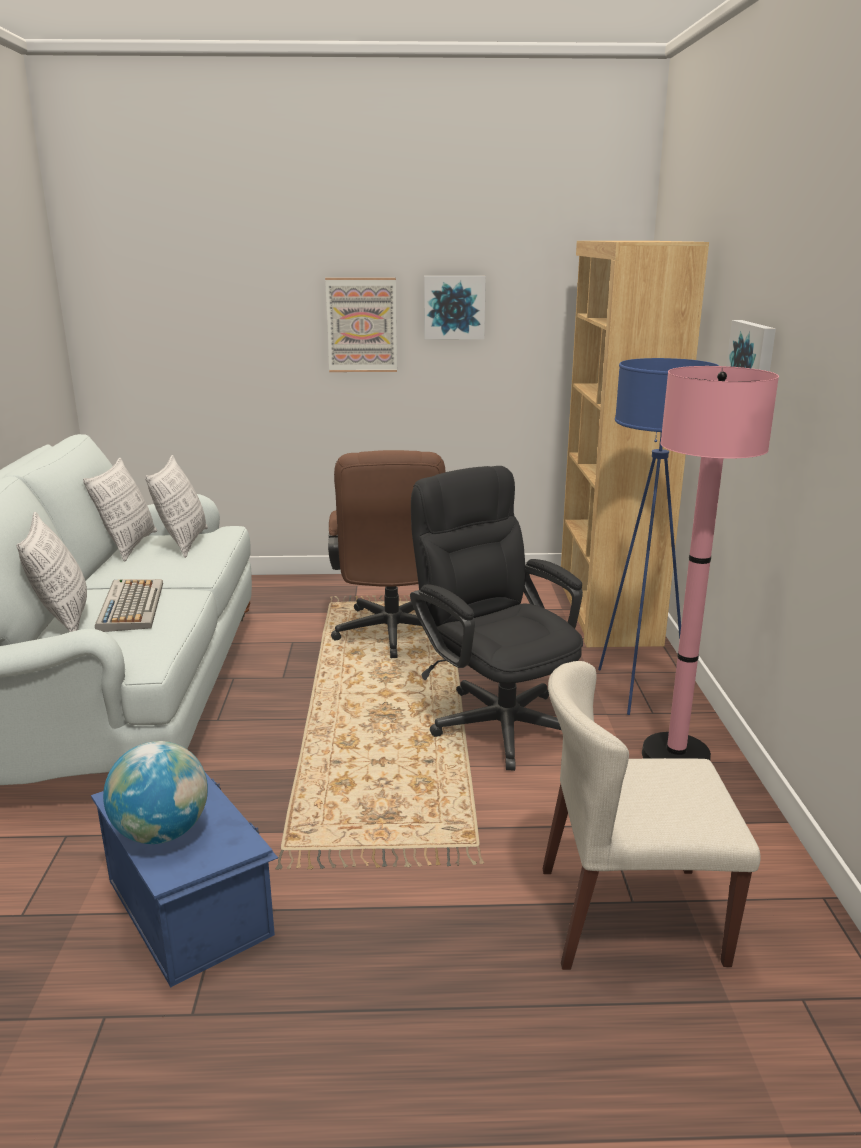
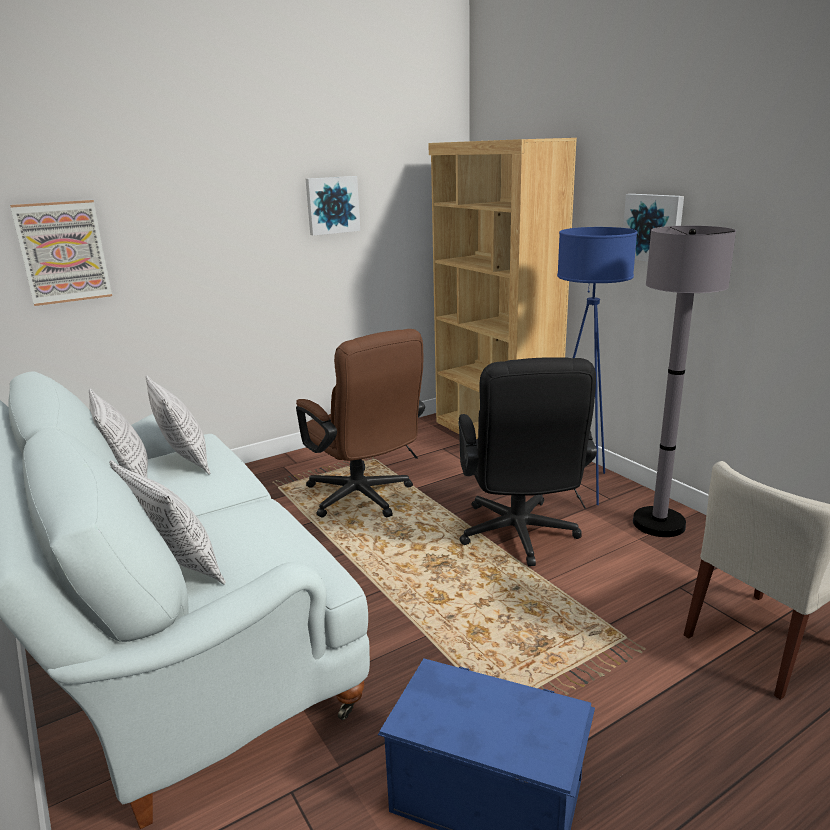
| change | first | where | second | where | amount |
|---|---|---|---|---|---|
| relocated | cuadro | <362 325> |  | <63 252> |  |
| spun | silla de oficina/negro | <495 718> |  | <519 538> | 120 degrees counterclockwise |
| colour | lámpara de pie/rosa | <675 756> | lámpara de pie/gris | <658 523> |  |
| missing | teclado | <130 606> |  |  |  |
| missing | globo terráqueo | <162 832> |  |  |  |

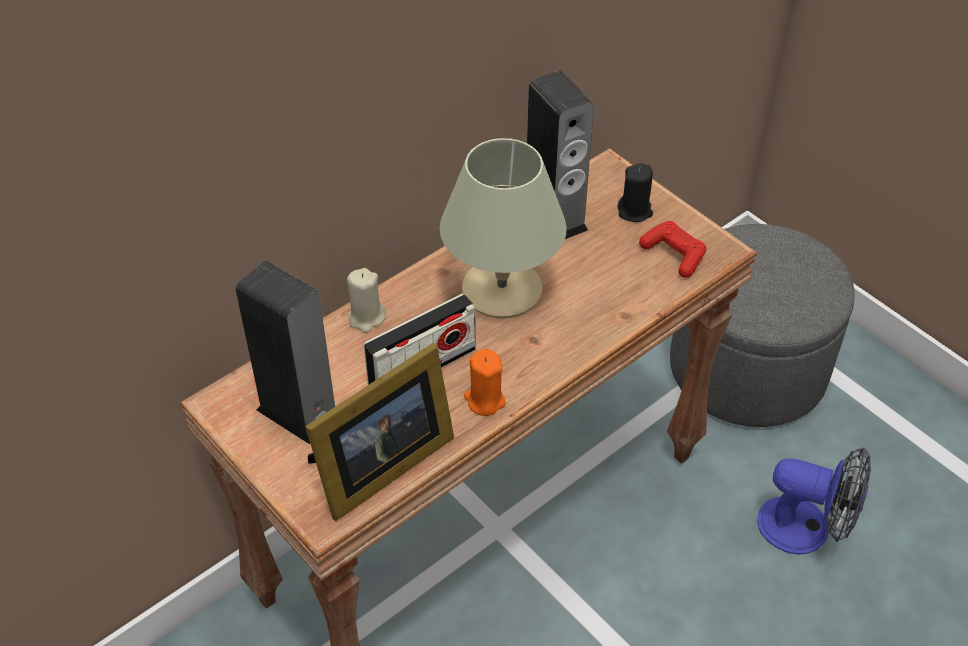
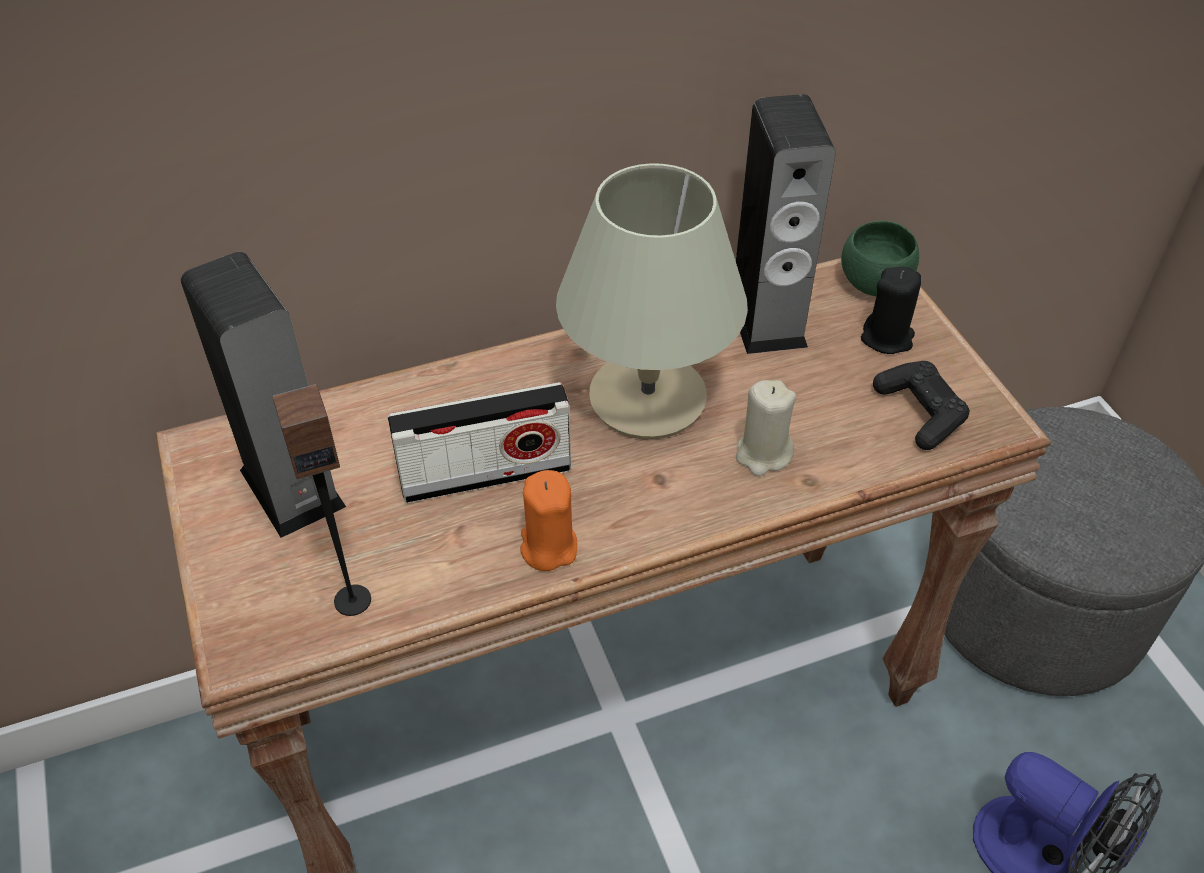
| change | first | where | second | where | amount |
|---|---|---|---|---|---|
| exchanged | portarretratos | <378 467> | altavoz | <352 599> |  |
| relocated | vela/beis | <366 318> |  | <763 454> |  |
| appeared |  |  | cuenco/verde | <874 283> |  |
| colour | mando de consola/rojo | <674 255> | mando de consola/negro | <919 412> |  |

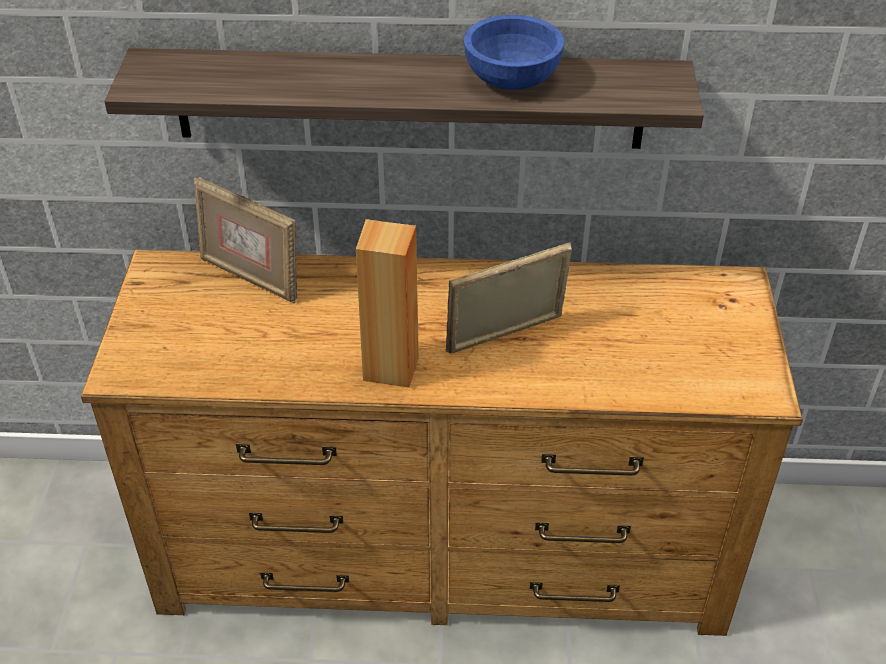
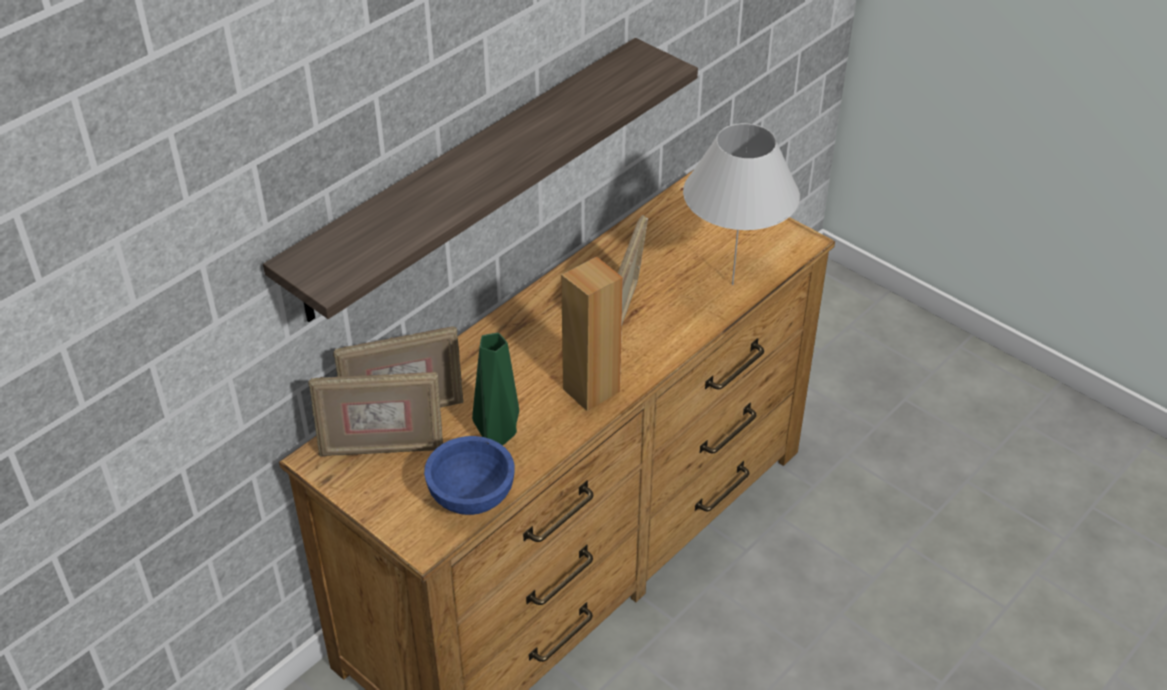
| change | first | where | second | where | amount |
|---|---|---|---|---|---|
| appeared |  |  | portarretratos | <382 448> |  |
| relocated | cuenco/azul | <511 79> |  | <471 495> |  |
| appeared |  |  | florero/verde | <500 435> |  |
| appeared |  |  | lámpara de mesa/blanco | <732 284> |  |

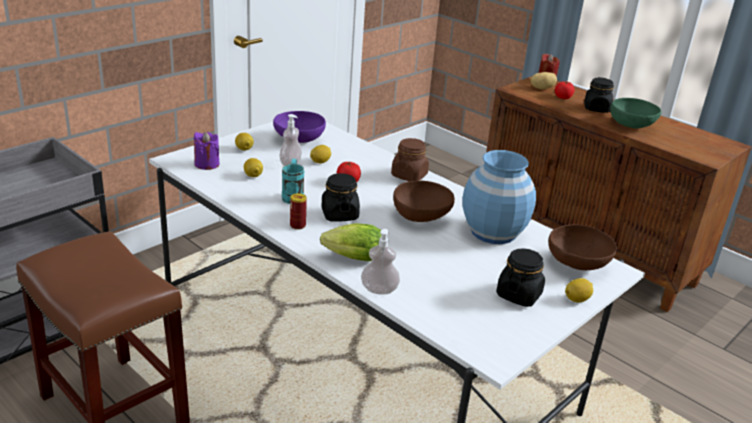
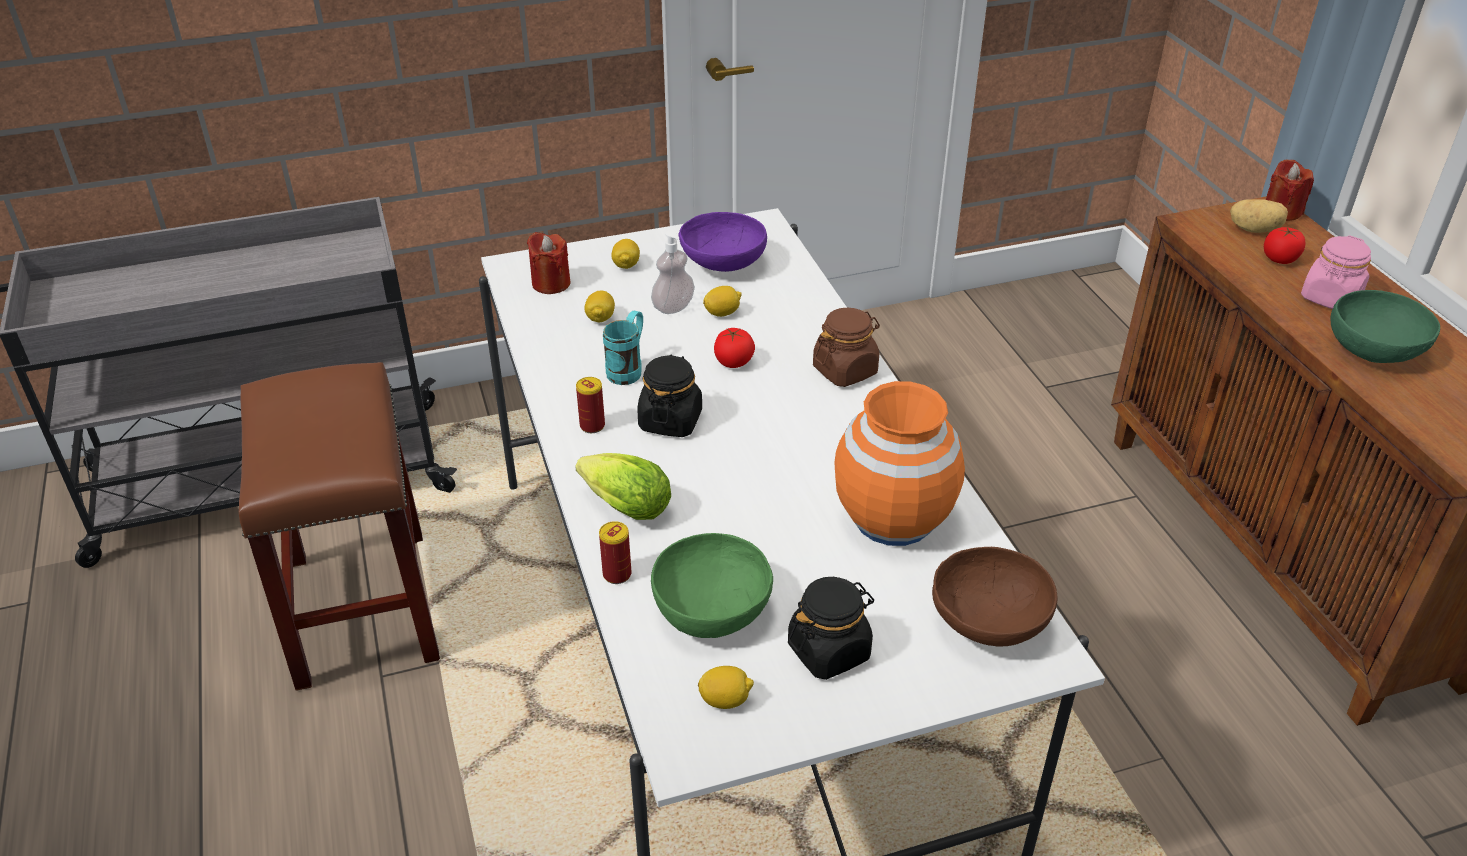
| change | first | where | second | where | amount |
|---|---|---|---|---|---|
| colour | vela/morado | <207 164> | vela/rojo | <551 283> |  |
| exchanged | dispensador de jabón | <379 290> | lata | <617 574> |  |
| appeared |  |  | cuenco/verde | <712 609> |  |
| relocated | limón | <577 299> |  | <725 700> |  |
| colour | florero/azul | <493 232> | florero/naranja | <894 518> |  |
| colour | tarro/negro | <596 109> | tarro/rosa | <1330 298> |  |
| missing | cuenco/marrón | <422 217> |  |  |  |

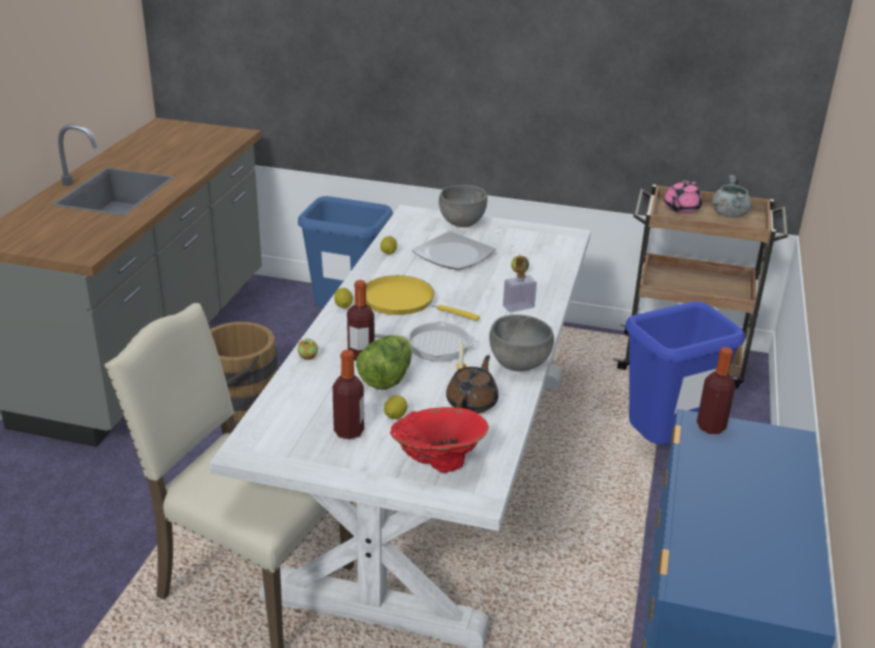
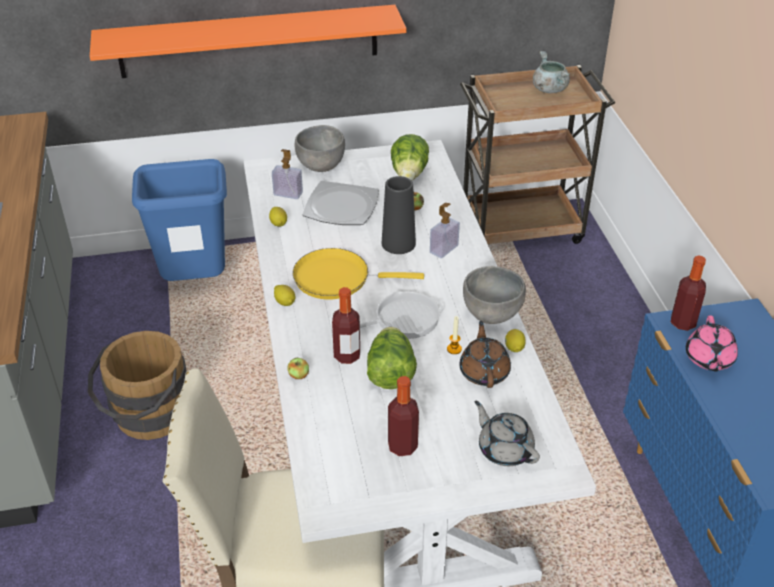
| change | first | where | second | where | amount |
|---|---|---|---|---|---|
| appeared |  |  | estante/naranja | <249 41> |  |
| appeared |  |  | dispensador de jabón | <288 193> |  |
| appeared |  |  | florero/negro | <398 243> |  |
| appeared |  |  | lechuga | <409 174> |  |
| exchanged | florero/rojo | <438 463> | tetera/gris | <504 449> |  |
| relocated | limón | <395 416> |  | <514 348> |  |
| relocated | tetera/rosa | <681 209> |  | <708 359> |  |
| missing | papelera/azul | <663 446> |  |  |  |

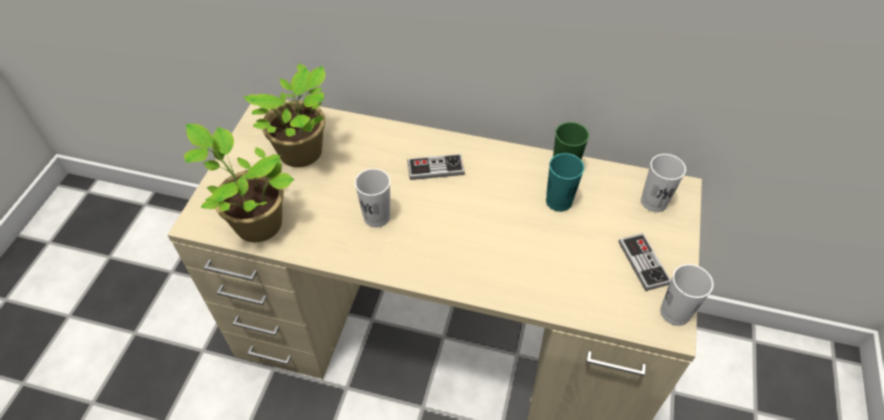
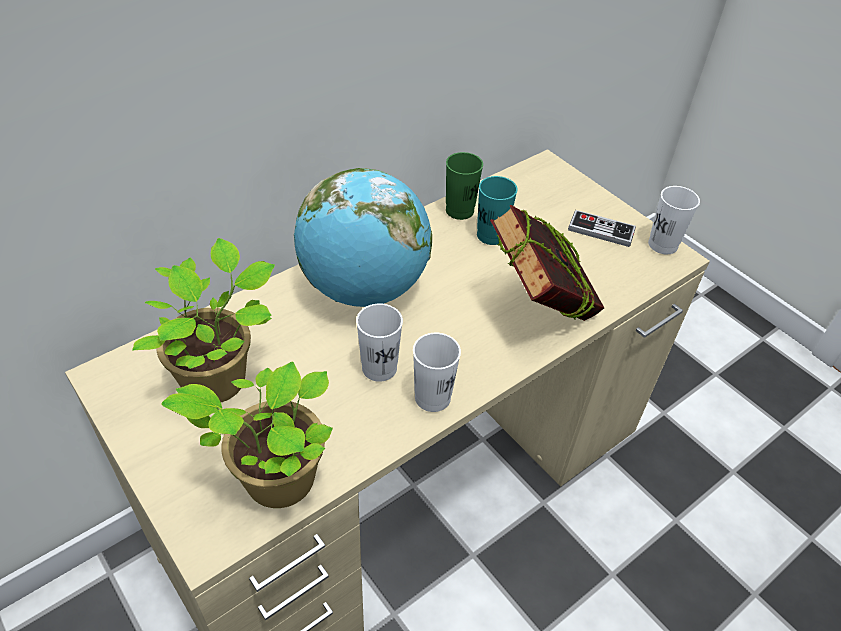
| change | first | where | second | where | amount |
|---|---|---|---|---|---|
| exchanged | mando de consola | <435 168> | globo terráqueo | <364 288> |  |
| relocated | taza/blanco | <654 202> |  | <432 397> |  |
| appeared |  |  | libro | <539 309> |  |

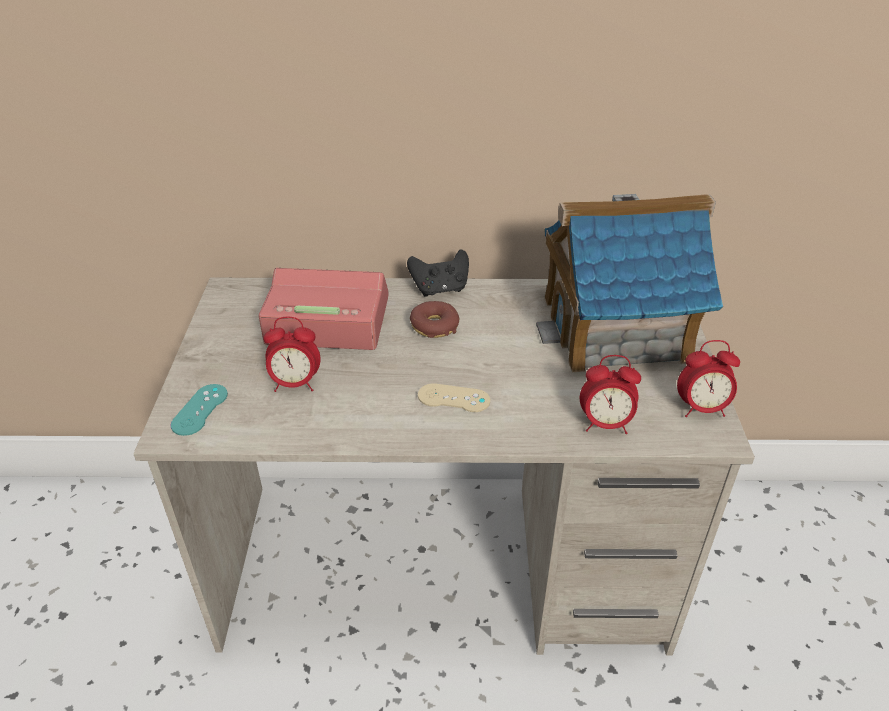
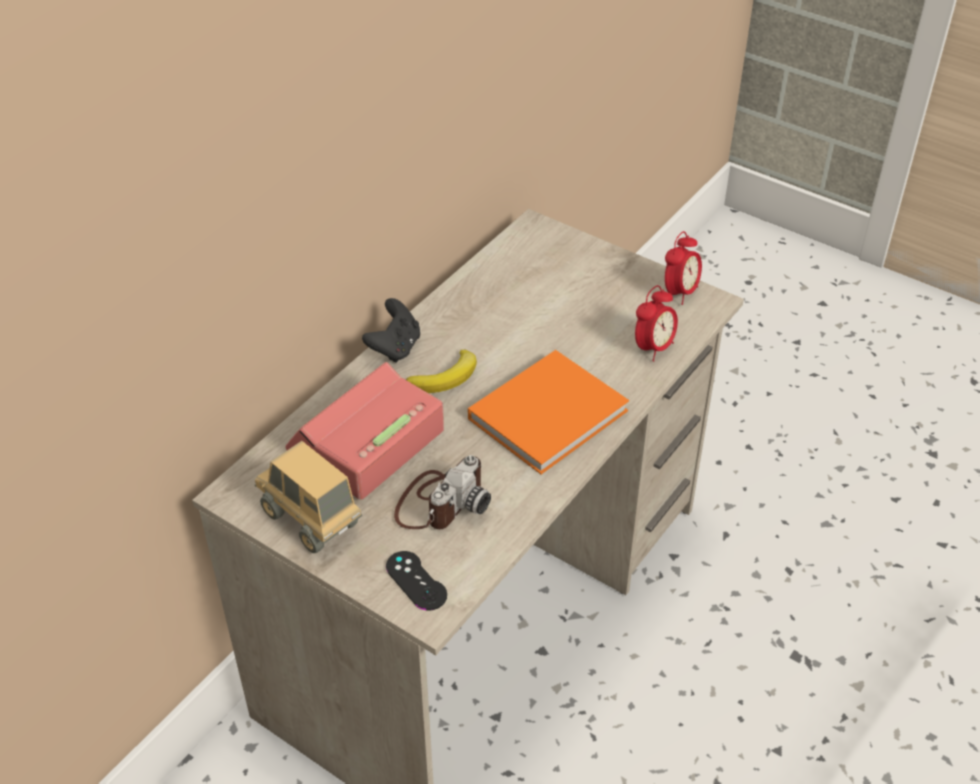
| change | first | where | second | where | amount |
|---|---|---|---|---|---|
| appeared |  |  | camión de juguete | <311 520> |  |
| colour | mando de consola/turquesa | <200 409> | mando de consola/negro | <416 581> |  |
| exchanged | despertador | <295 384> | cámara | <440 501> |  |
| exchanged | rosquilla | <434 326> | plátano | <446 378> |  |
| exchanged | mando de consola/beis | <453 398> | libro/naranja | <551 412> |  |
| missing | casita | <616 329> |  |  |  |

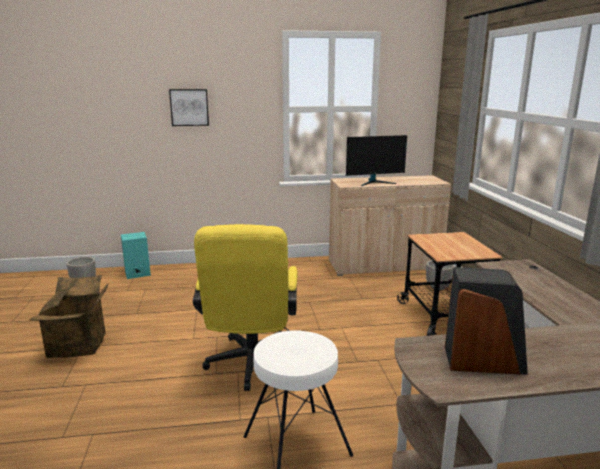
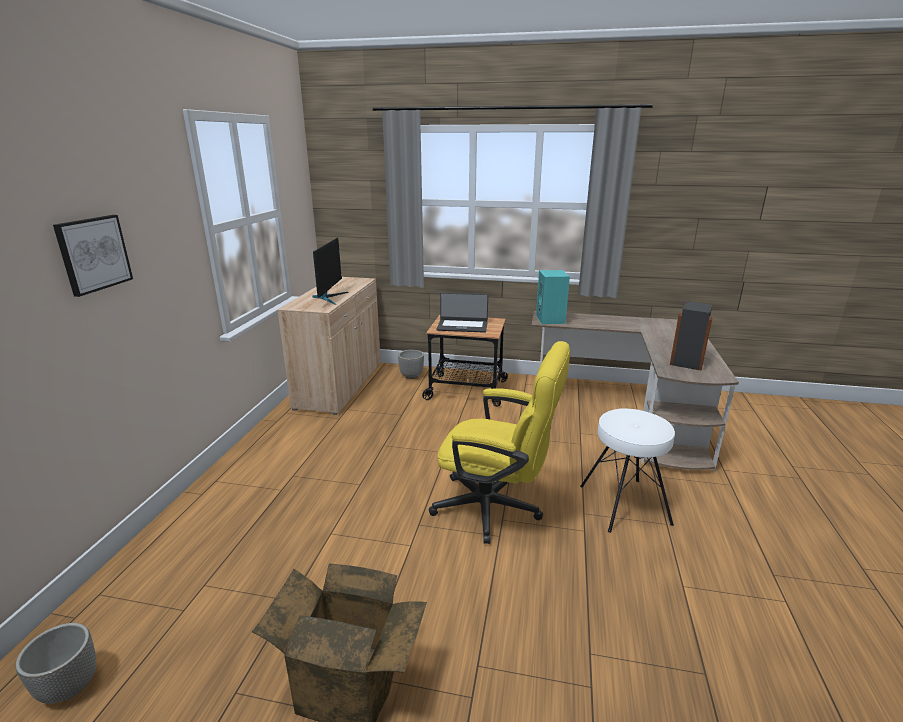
| change | first | where | second | where | amount |
|---|---|---|---|---|---|
| appeared |  |  | portátil | <462 326> |  |
| relocated | altavoz/turquesa | <137 274> |  | <551 319> |  |

